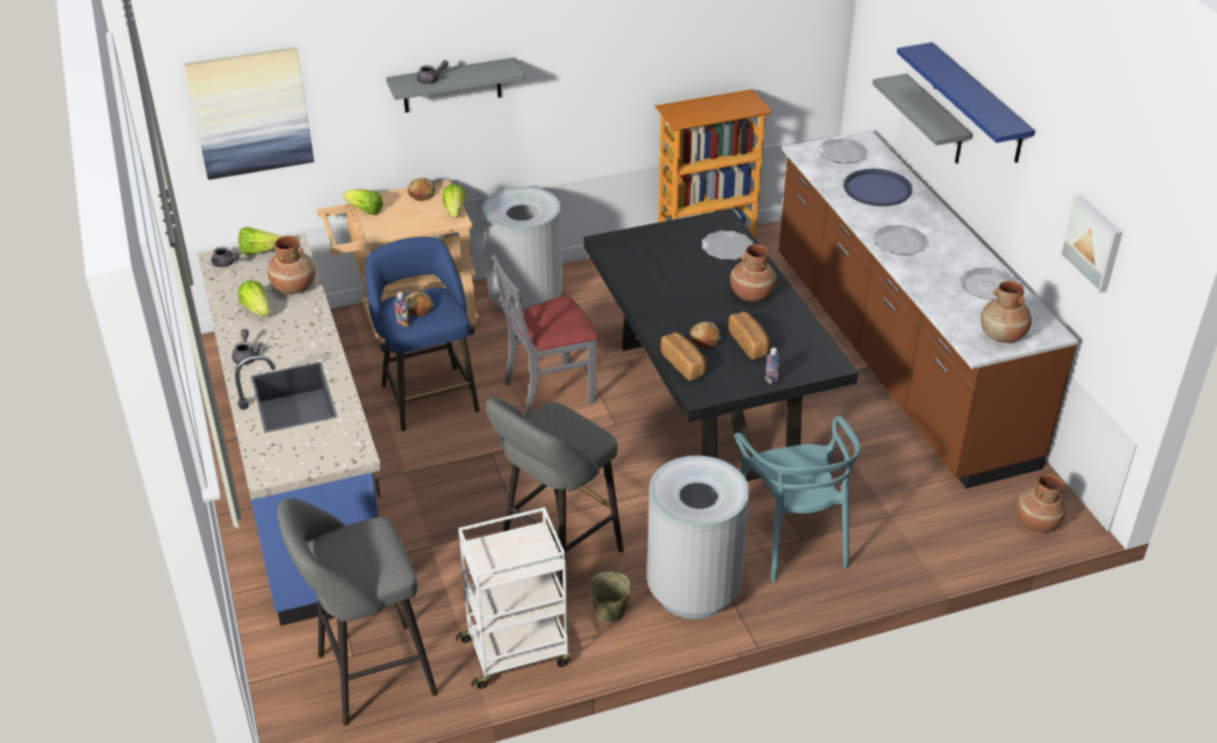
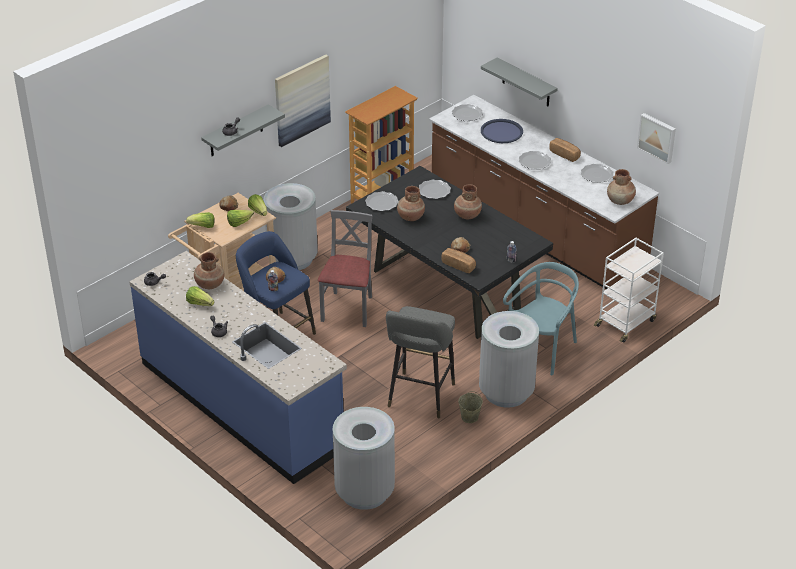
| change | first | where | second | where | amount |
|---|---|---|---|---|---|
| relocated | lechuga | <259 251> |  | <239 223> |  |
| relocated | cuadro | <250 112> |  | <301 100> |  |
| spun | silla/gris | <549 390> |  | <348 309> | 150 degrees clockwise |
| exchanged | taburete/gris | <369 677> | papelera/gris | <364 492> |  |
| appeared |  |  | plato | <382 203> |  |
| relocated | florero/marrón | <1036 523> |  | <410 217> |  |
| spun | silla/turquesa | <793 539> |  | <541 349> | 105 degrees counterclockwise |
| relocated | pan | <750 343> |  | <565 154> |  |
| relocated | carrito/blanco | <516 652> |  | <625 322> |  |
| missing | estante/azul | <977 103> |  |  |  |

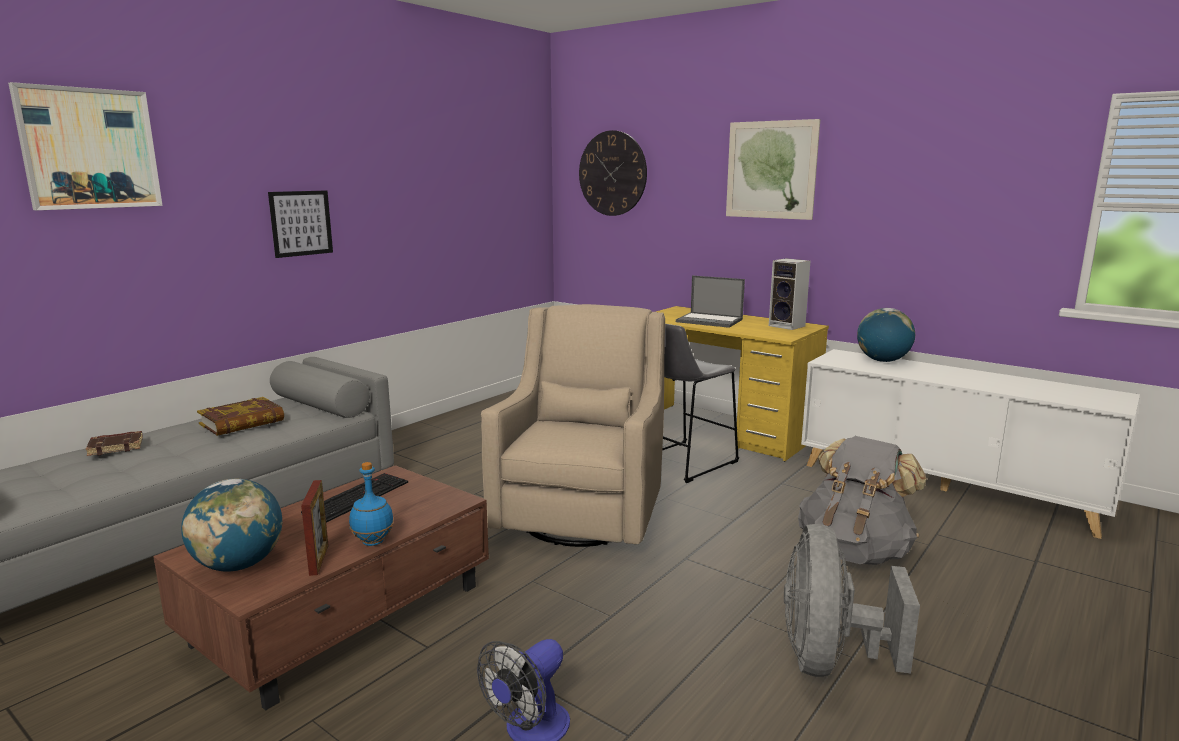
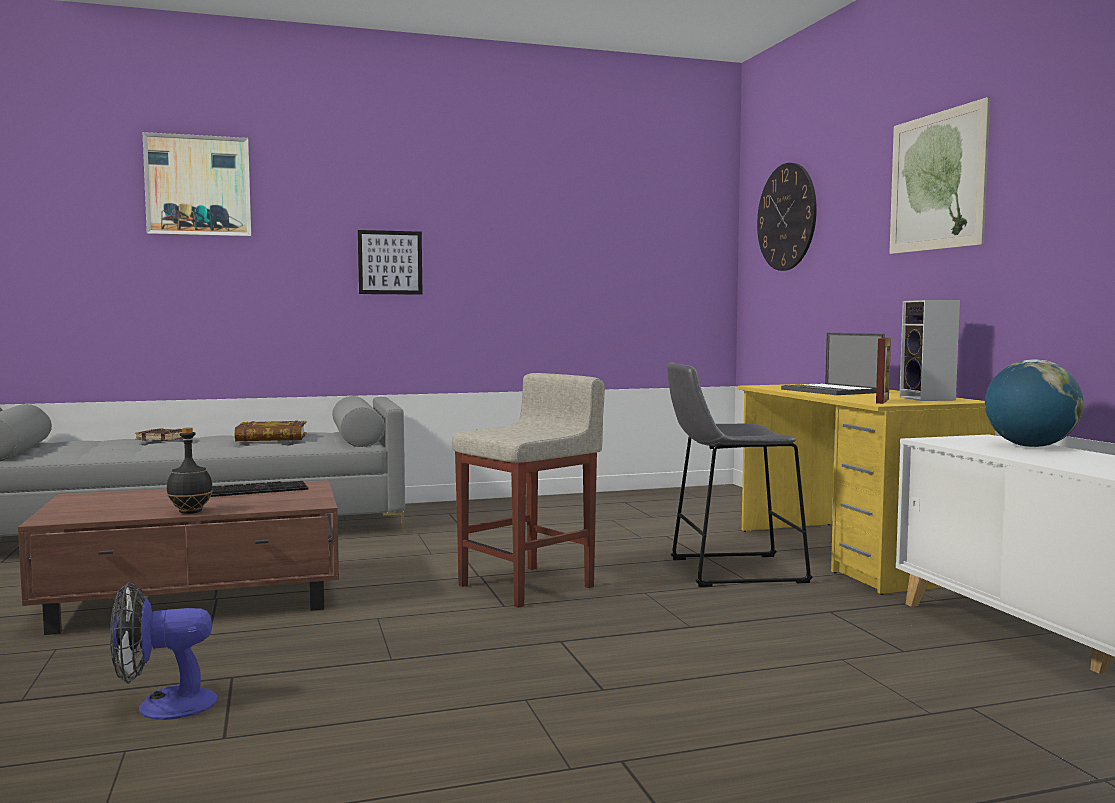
| change | first | where | second | where | amount |
|---|---|---|---|---|---|
| colour | botella/azul | <373 541> | botella/negro | <191 512> |  |
| exchanged | sillón/beis | <583 514> | taburete/beis | <528 586> |  |
| relocated | portarretratos | <319 560> |  | <882 401> |  |
| missing | globo terráqueo | <239 565> |  |  |  |
| missing | ventilador/gris | <829 660> |  |  |  |
| missing | mochila/gris | <854 551> |  |  |  |

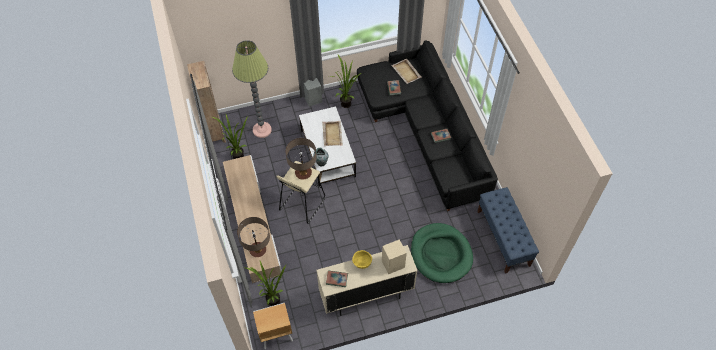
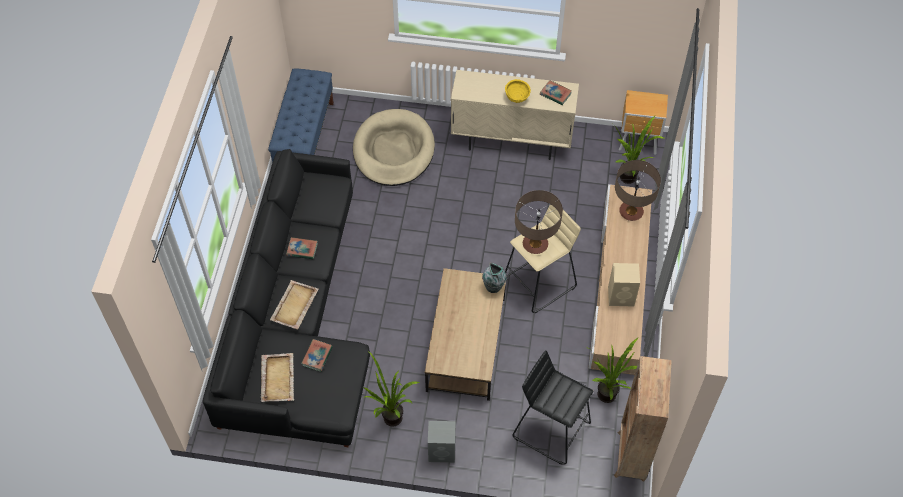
| change | first | where | second | where | amount |
|---|---|---|---|---|---|
| relocated | bandeja/beis | <332 134> |  | <294 306> |  |
| colour | cama para perro/verde | <441 254> | cama para perro/beis | <394 150> |  |
| colour | mesa de centro/blanco | <328 154> | mesa de centro/marrón | <466 343> |  |
| exchanged | lámpara de pie | <262 130> | taburete/negro | <551 429> |  |
| relocated | altavoz/beis | <392 264> |  | <621 296> |  |

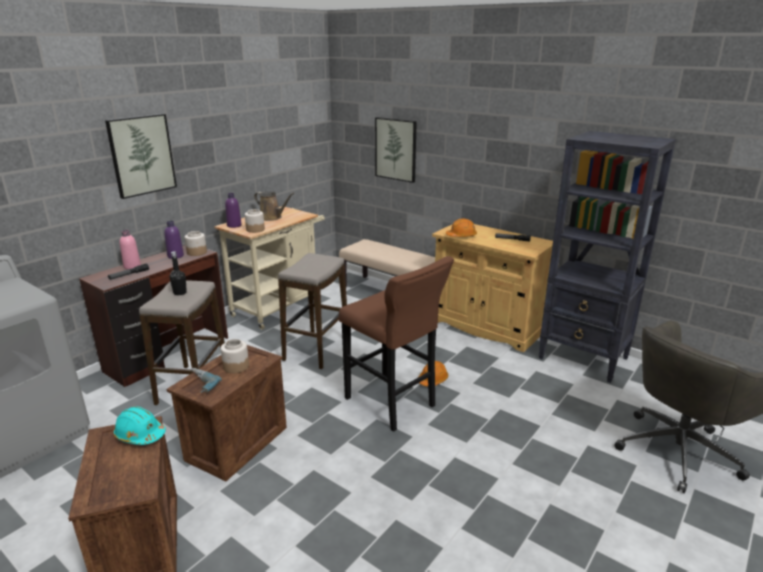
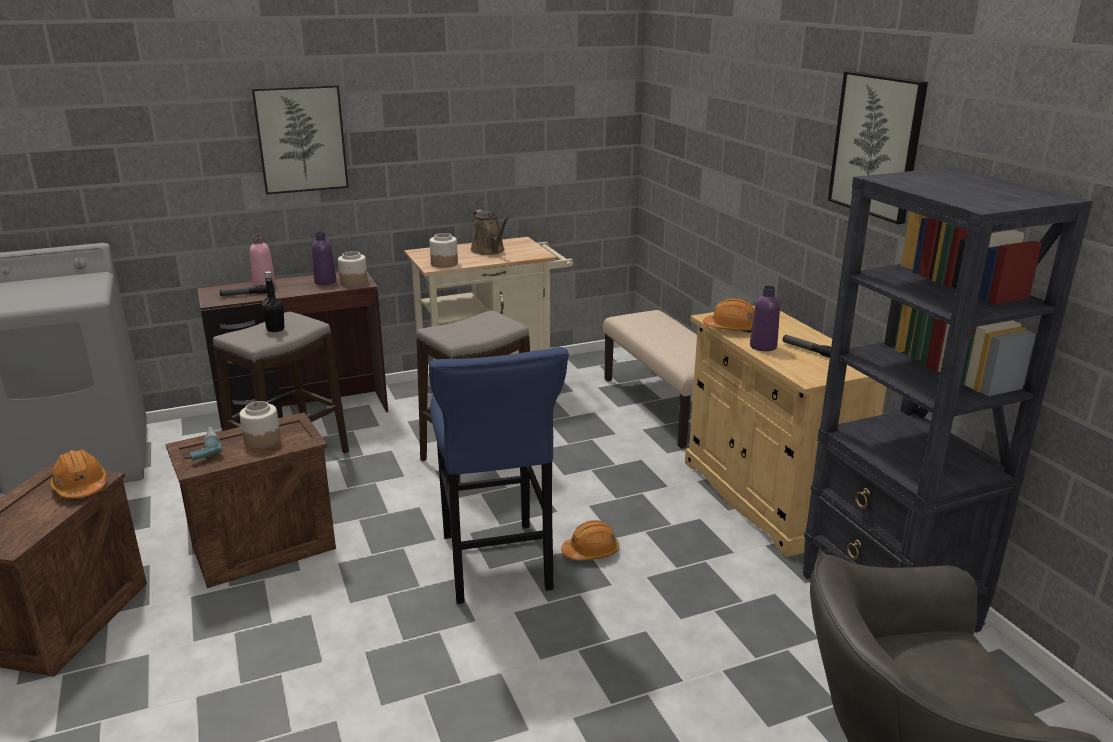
| change | first | where | second | where | amount |
|---|---|---|---|---|---|
| colour | casco/turquesa | <140 435> | casco/naranja | <81 486> |  |
| colour | taburete/marrón | <392 404> | taburete/azul | <496 567> |  |
| relocated | botella/morado | <234 225> |  | <763 346> |  |
| relocated | cuadro | <396 149> |  | <877 145> |  |

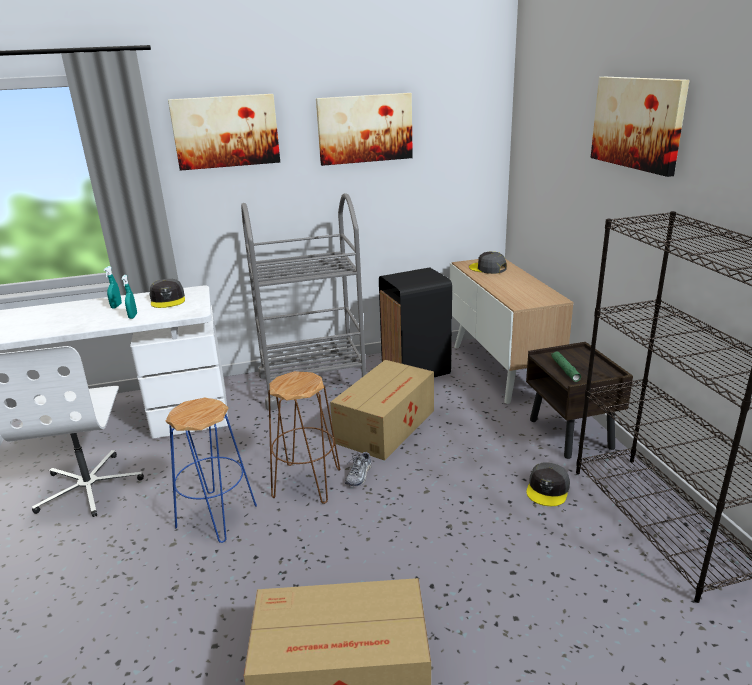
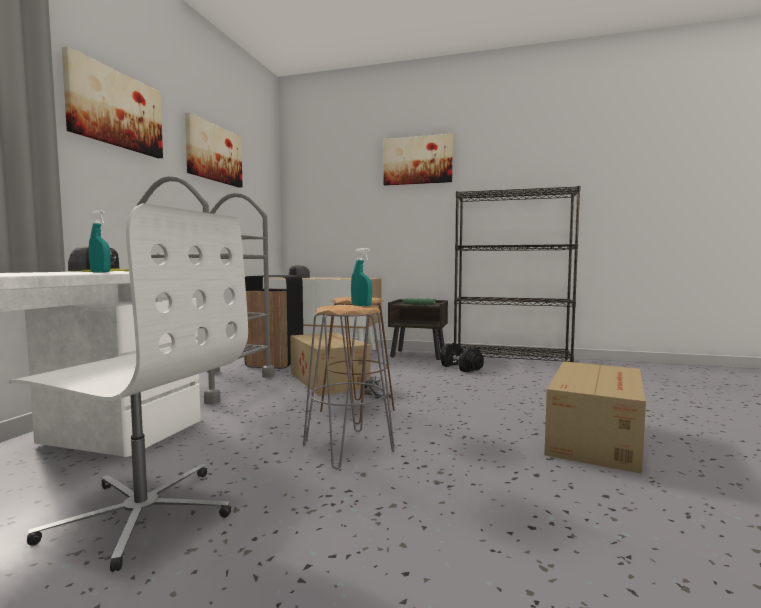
| change | first | where | second | where | amount |
|---|---|---|---|---|---|
| colour | taburete/azul | <216 516> | taburete/gris | <348 448> |  |
| relocated | pulverizador/turquesa | <116 306> |  | <361 305> |  |
| exchanged | gorra/gris | <548 489> | mancuerna/negro | <461 367> |  |

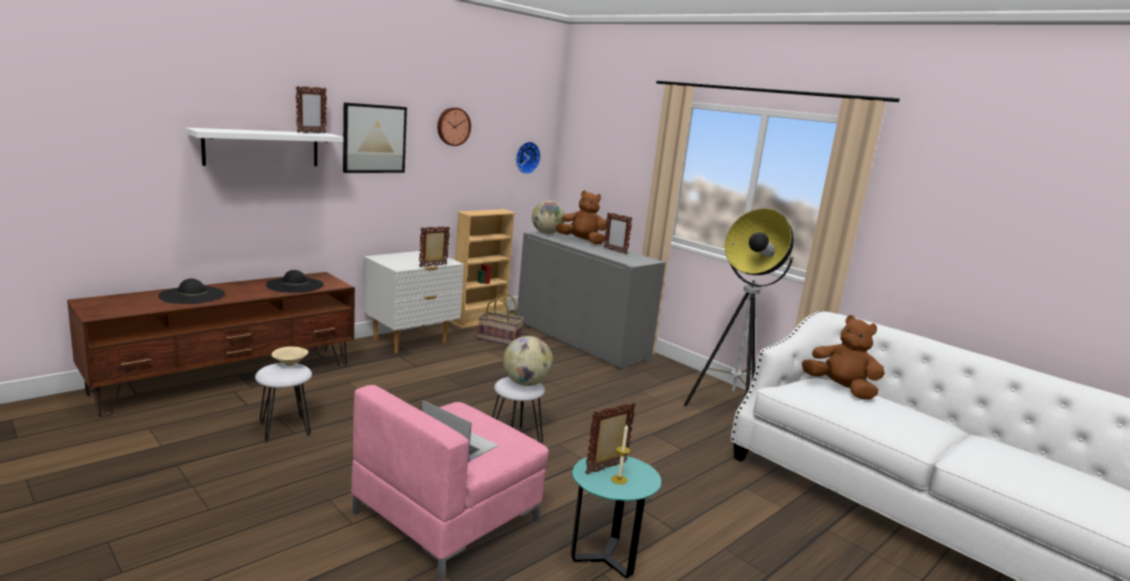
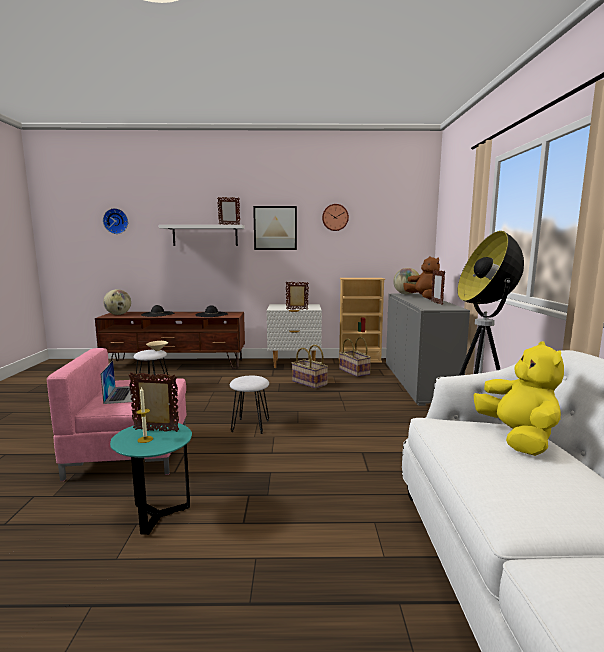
| change | first | where | second | where | amount |
|---|---|---|---|---|---|
| relocated | reloj de pared | <526 157> |  | <116 221> |  |
| relocated | globo terráqueo | <526 383> |  | <118 314> |  |
| appeared |  |  | cesta | <308 383> |  |
| colour | peluche/marrón | <840 389> | peluche/amarillo | <517 438> |  |

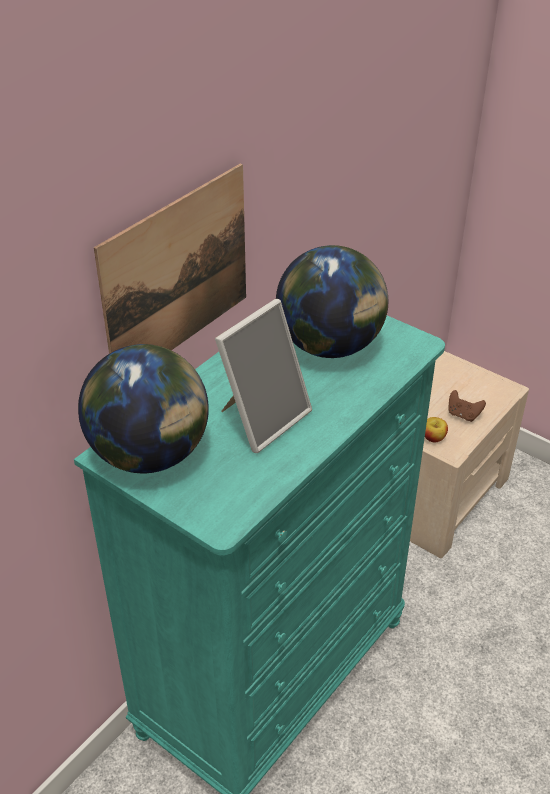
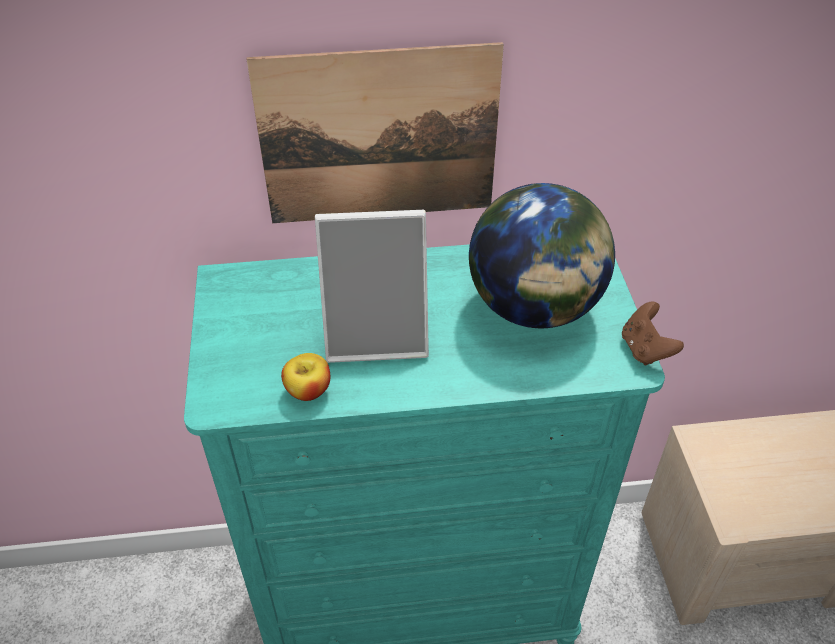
| change | first | where | second | where | amount |
|---|---|---|---|---|---|
| relocated | manzana | <433 438> |  | <308 390> |  |
| relocated | mando de consola/marrón | <463 415> |  | <645 349> |  |
| missing | globo terráqueo | <150 454> |  |  |  |

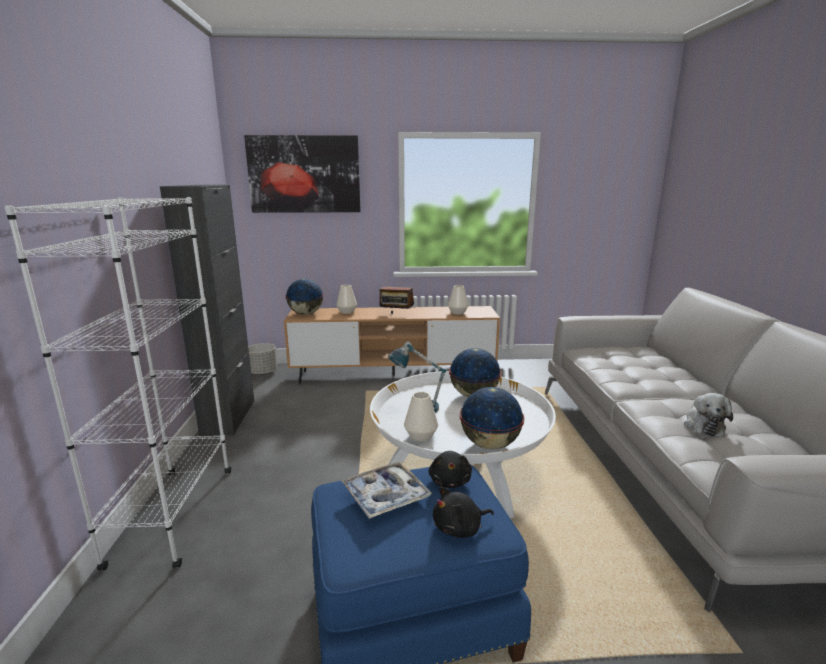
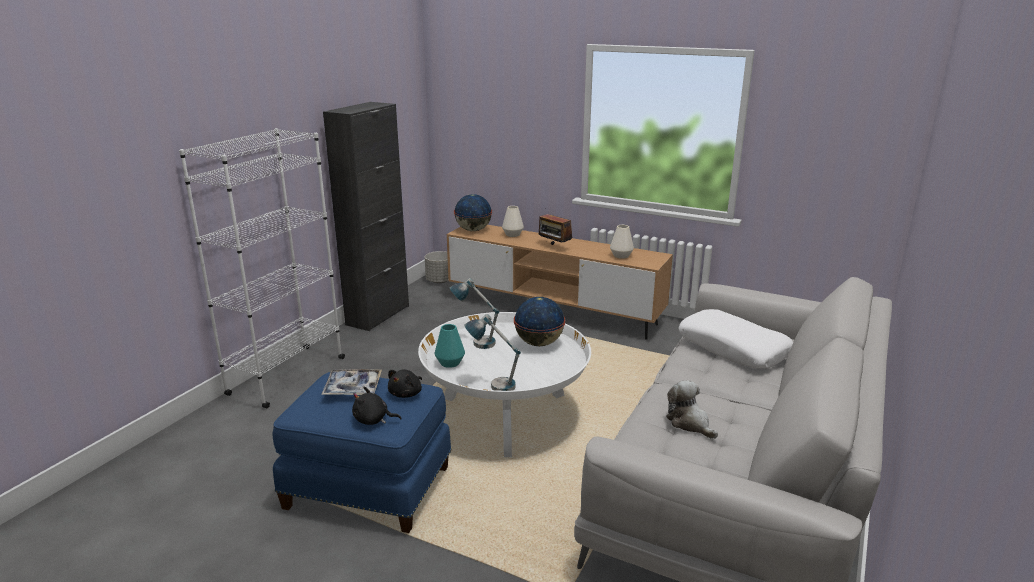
| change | first | where | second | where | amount |
|---|---|---|---|---|---|
| colour | florero/blanco | <421 436> | florero/turquesa | <450 363> |  |
| exchanged | globo terráqueo | <490 444> | lámpara de mesa | <493 384> |  |
| spun | peluche | <703 425> |  | <689 423> | 105 degrees clockwise |
| appeared |  |  | cojín/blanco | <733 348> |  |
| missing | cuadro | <304 174> |  |  |  |

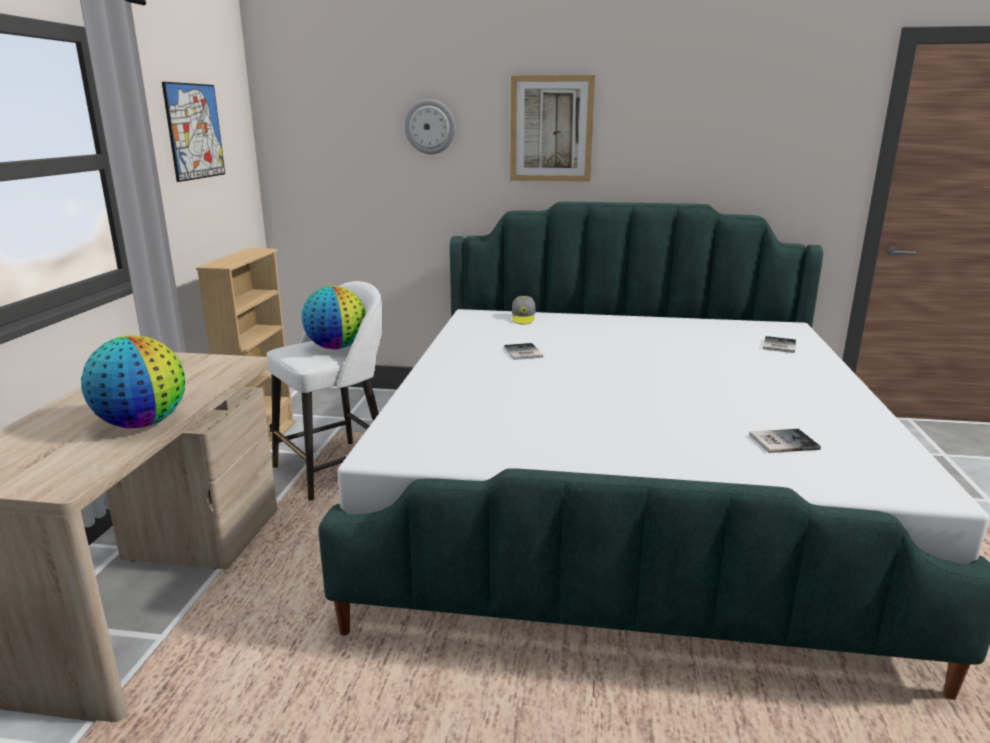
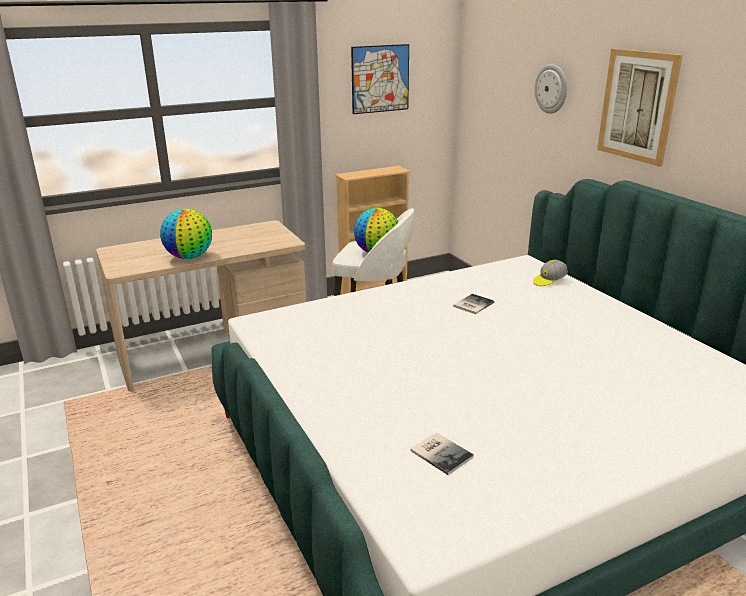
| change | first | where | second | where | amount |
|---|---|---|---|---|---|
| missing | libro | <778 345> |  |  |  |

